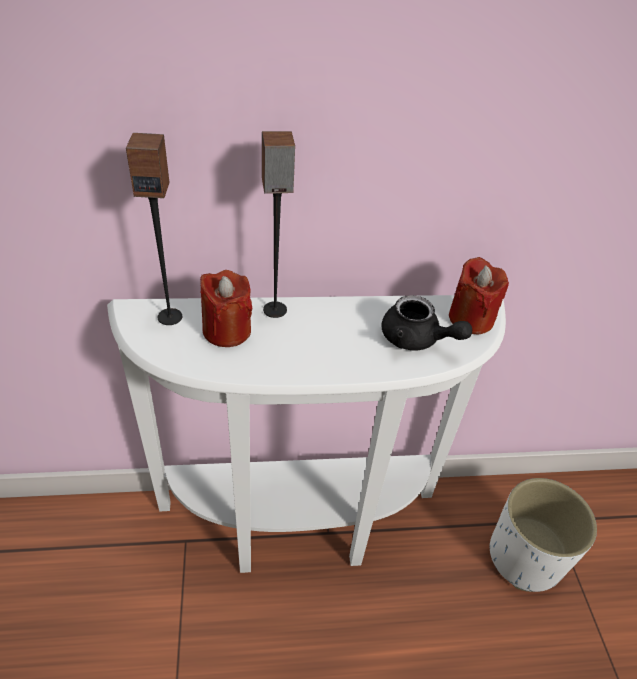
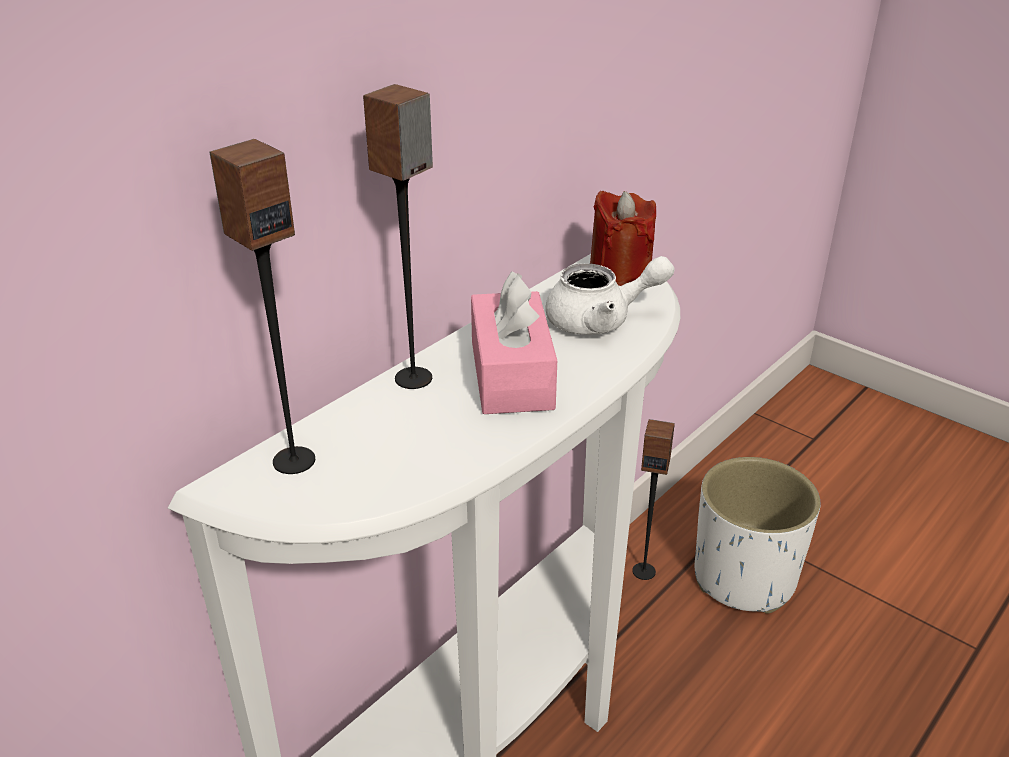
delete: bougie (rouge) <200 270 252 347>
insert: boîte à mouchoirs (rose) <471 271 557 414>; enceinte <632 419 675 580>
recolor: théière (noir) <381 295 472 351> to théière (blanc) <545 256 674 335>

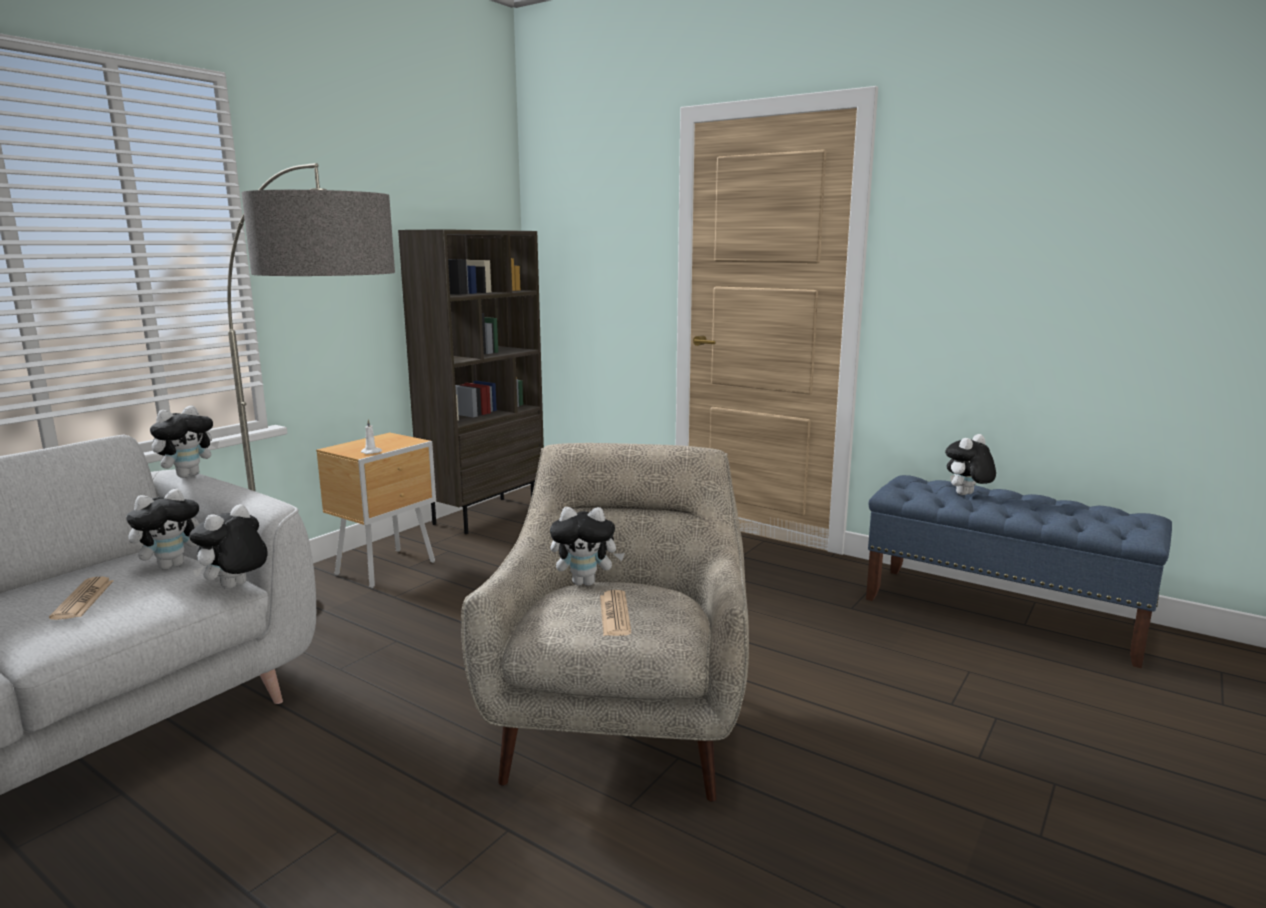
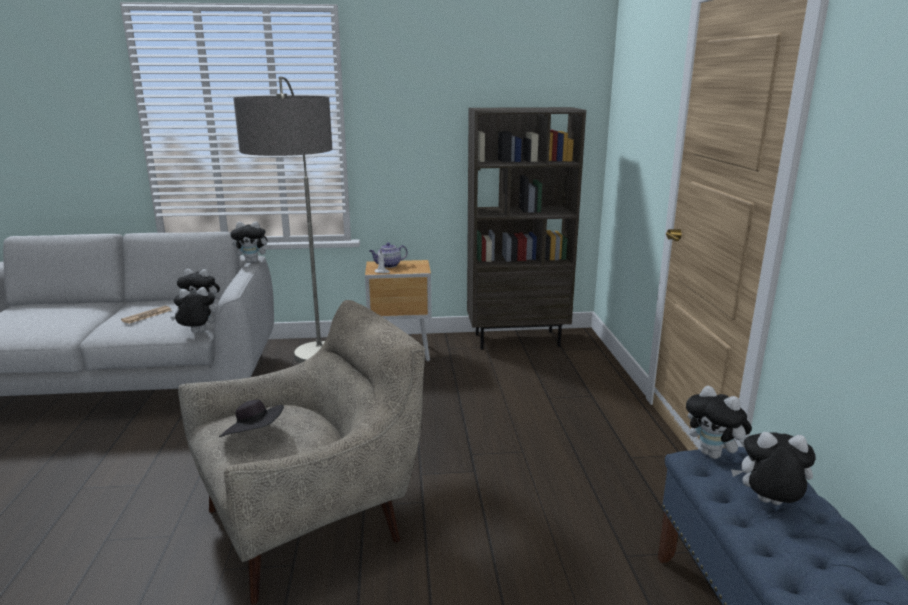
insert: théière <370 242 408 268>
move: peluche <550 507 625 586> to <686 386 752 459>
replace: journal <600 590 632 636> to chapeau (noir) <219 399 284 437>

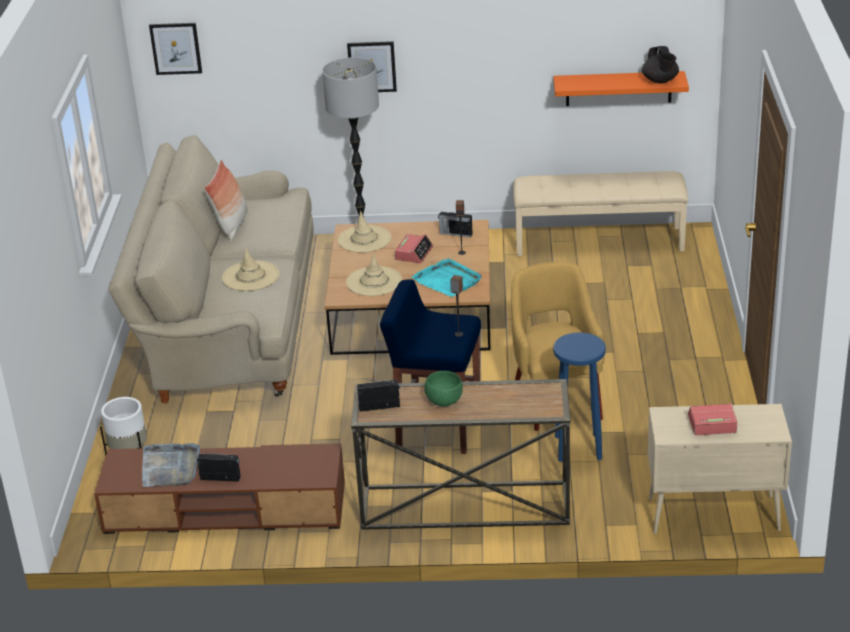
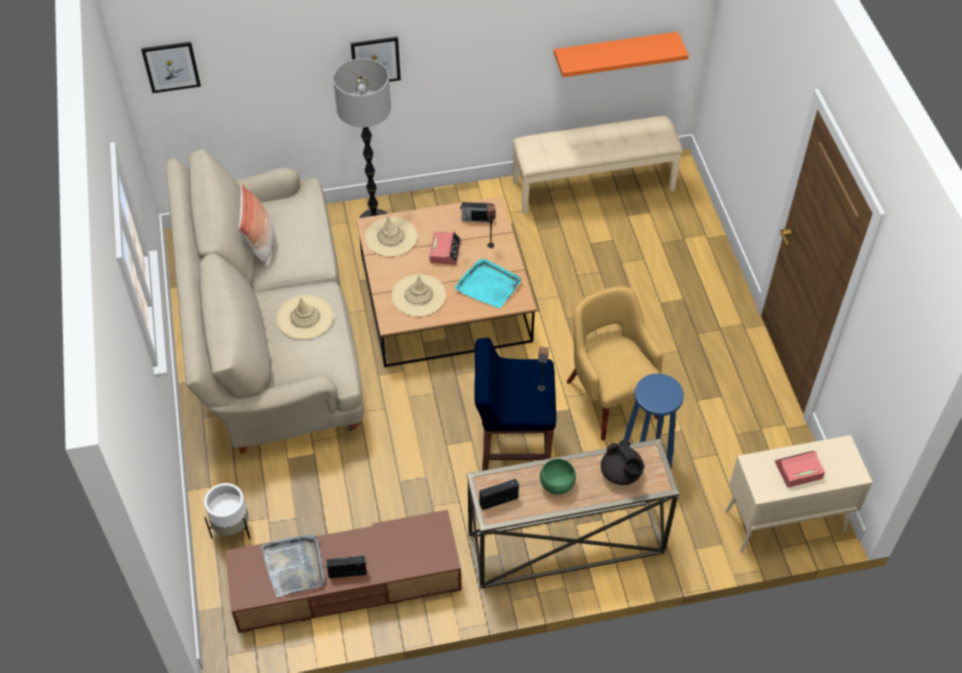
move: théière (noir) <642 46 679 83> to <601 440 645 485>

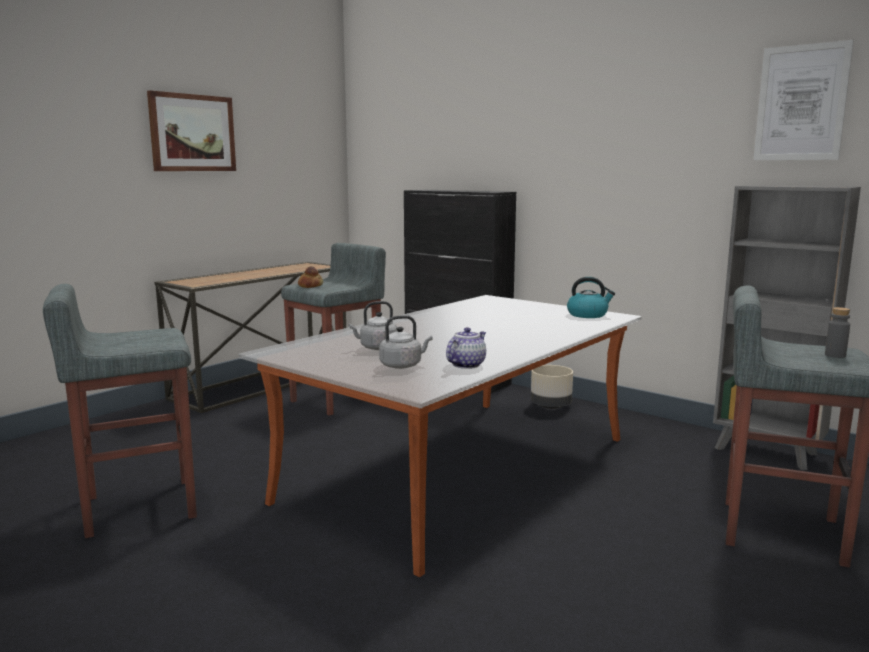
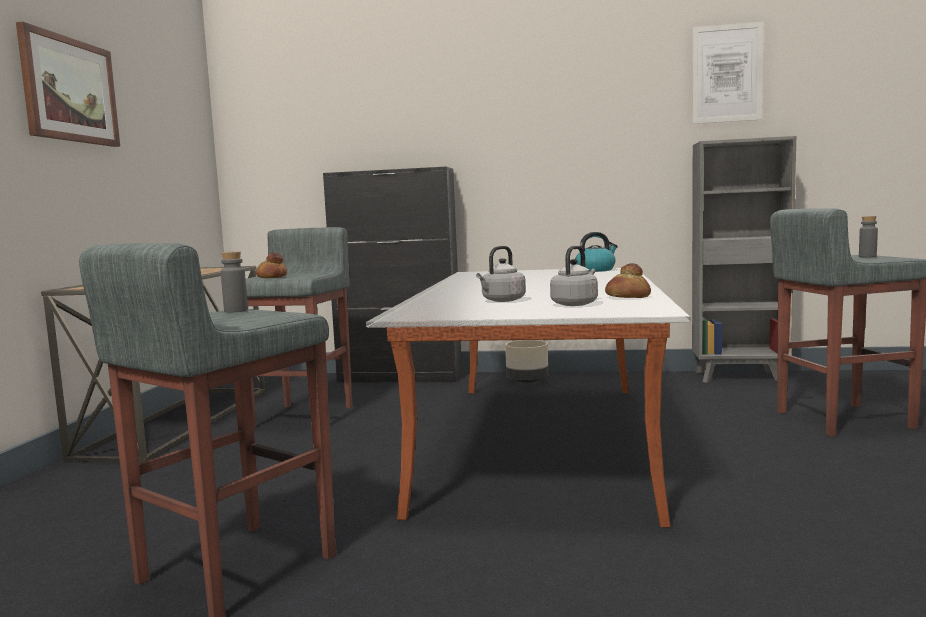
insert: bouteille (gris) <221 251 248 312>
replace: théière <446 327 486 369> to pain <605 263 651 298>

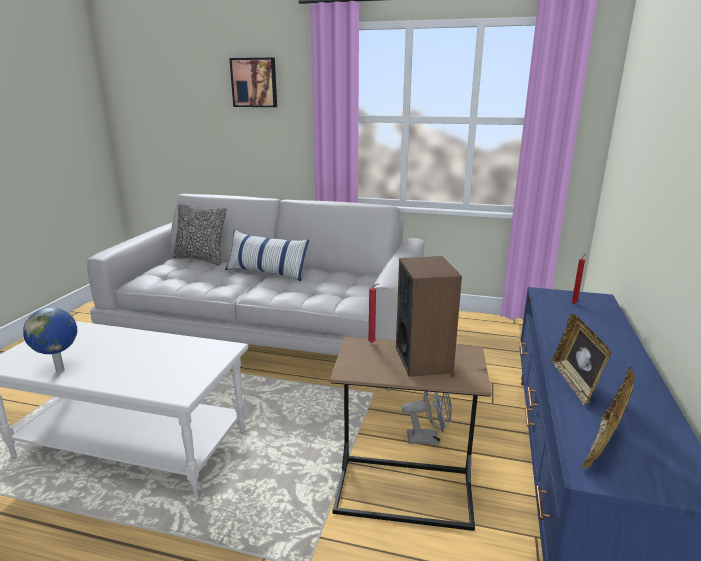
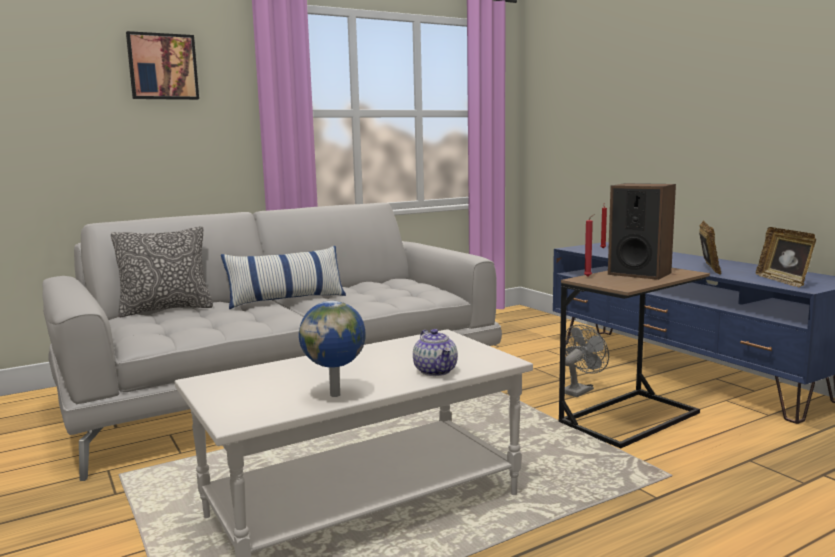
insert: théière <413 329 458 376>
rotate: cadre photo <552 313 611 405> = <699 220 721 274> 120 degrees counterclockwise

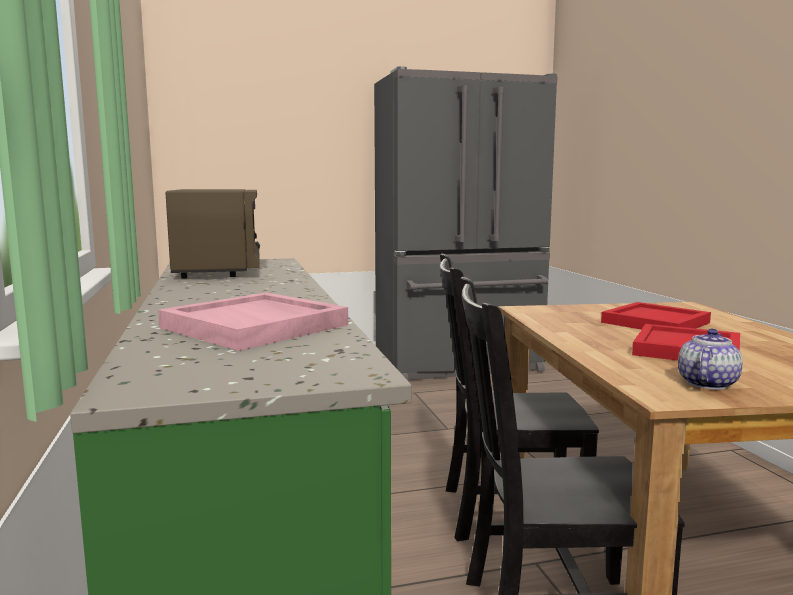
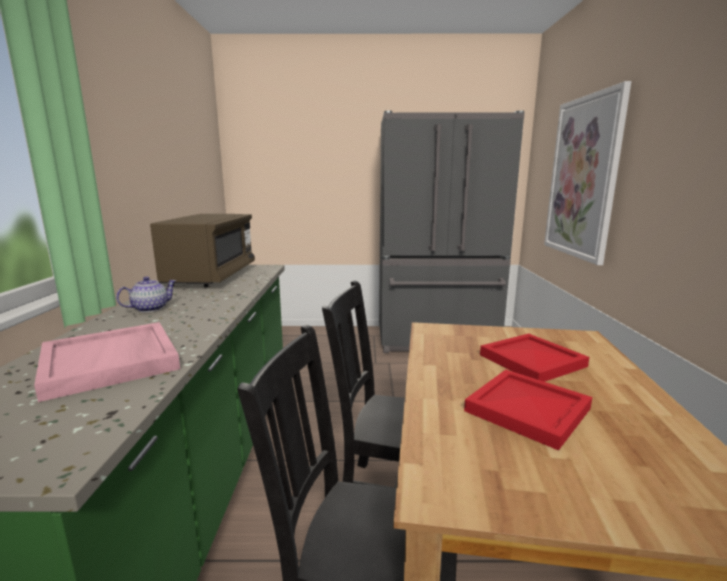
insert: tableau <544 81 632 265>
move: théière <678 329 743 390> to <116 276 177 312>

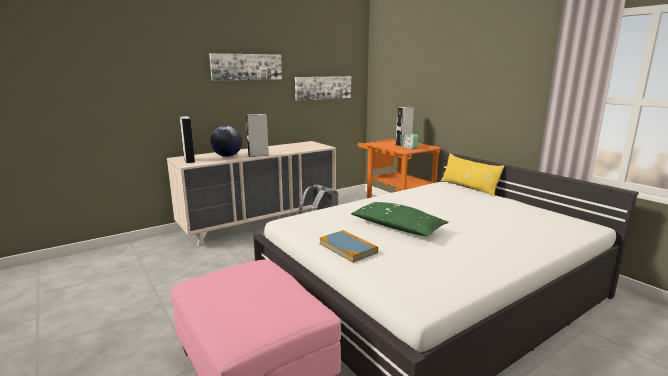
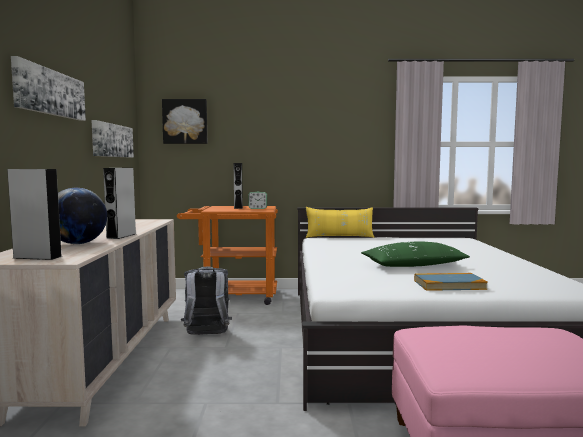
insert: tableau <162 99 207 144>

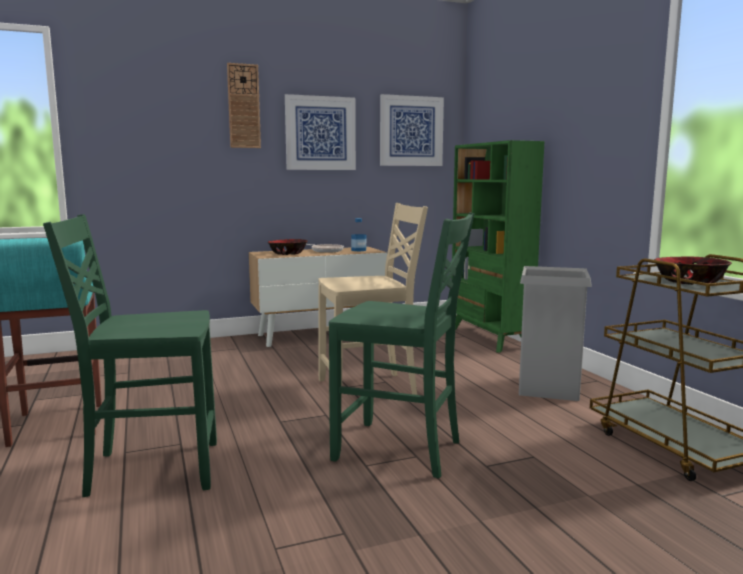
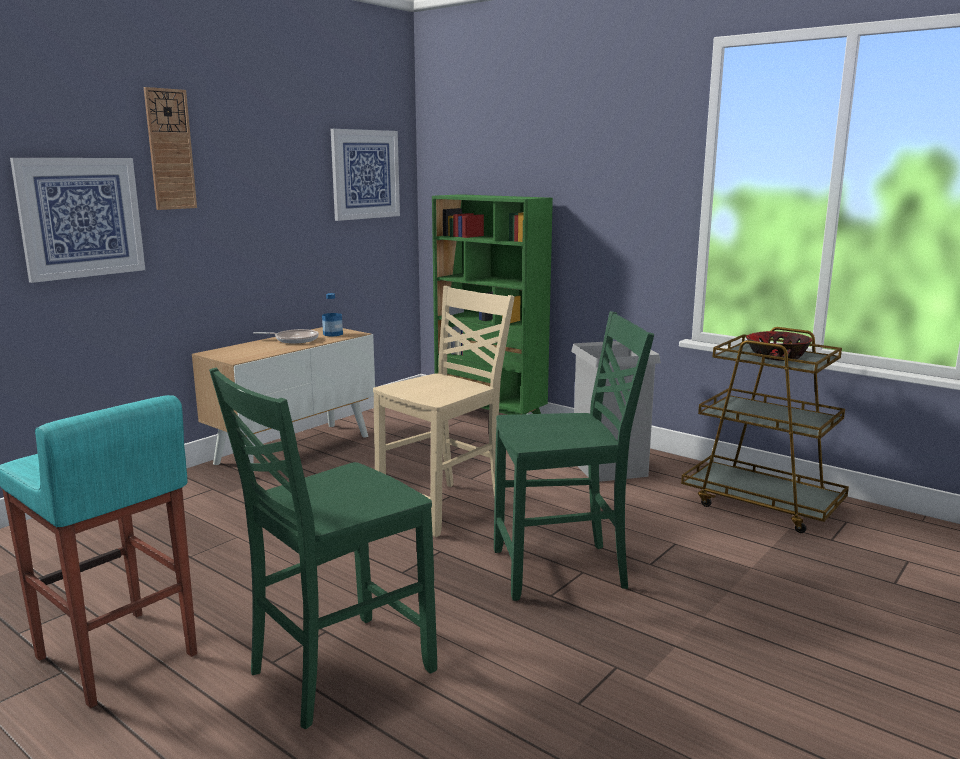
delete: bol <267 239 308 255>
move: tableau <285 94 356 170> to <10 158 145 283>

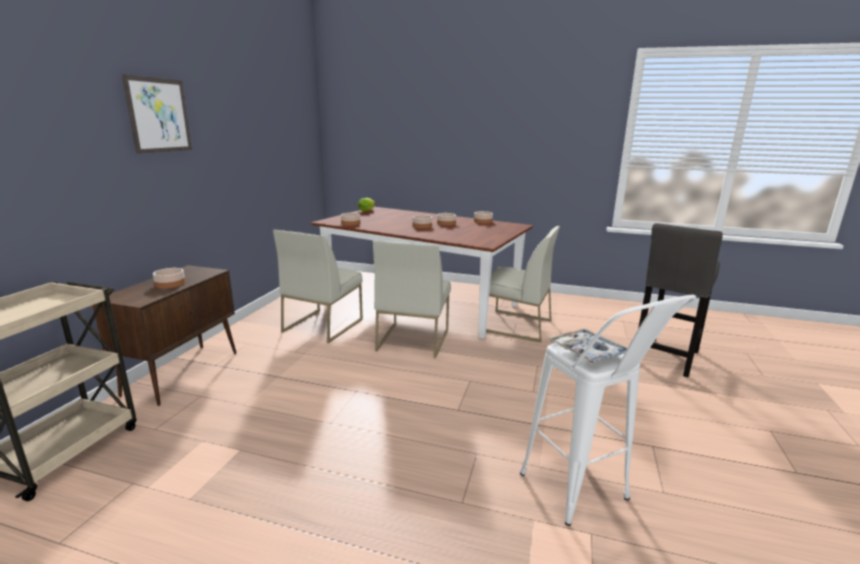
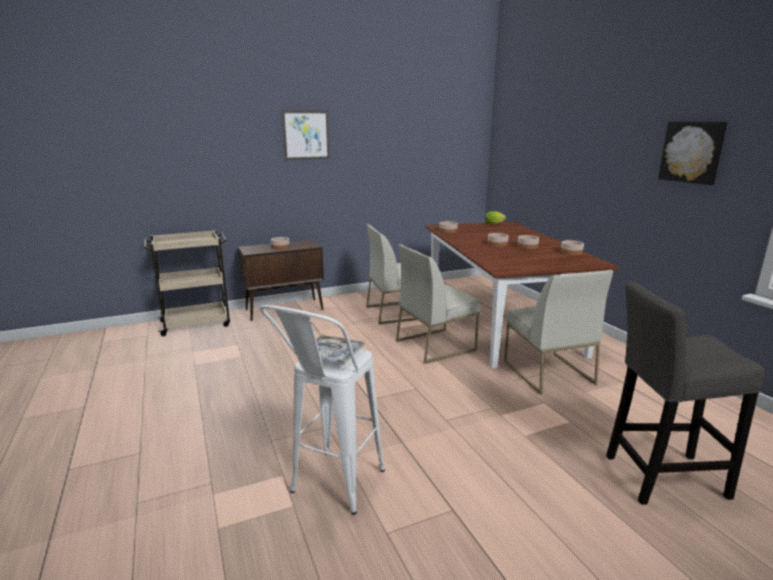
insert: tableau <658 122 727 185>

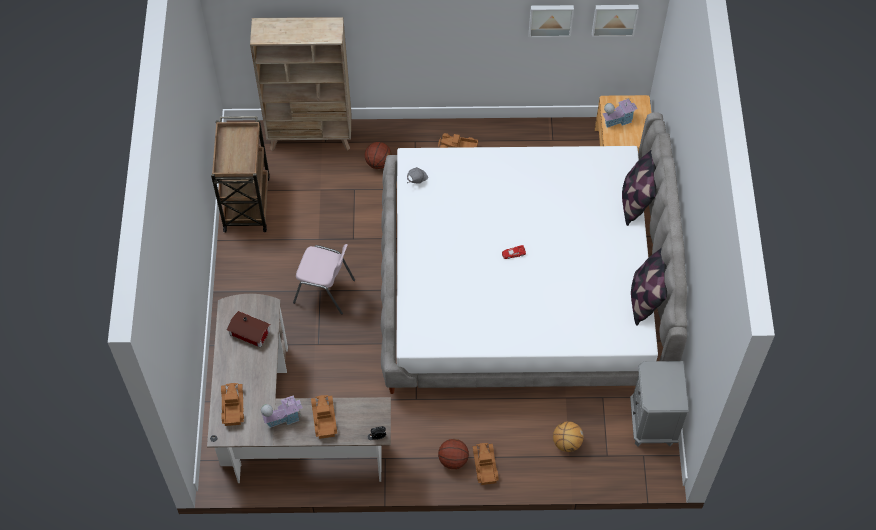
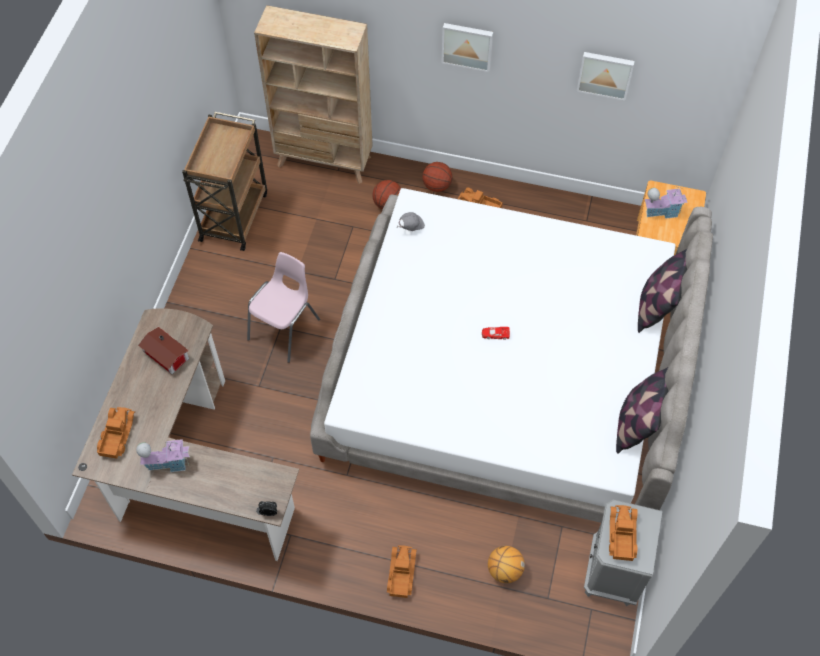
move: tableau <592 5 639 37> to <441 23 493 72>; camion jouet <311 395 337 439> to <609 505 638 561>; ballon de basket <438 439 469 469> to <422 162 452 192>
rotate: chaise (rose) <293 244 355 315> = <247 252 320 363> 90 degrees counterclockwise

